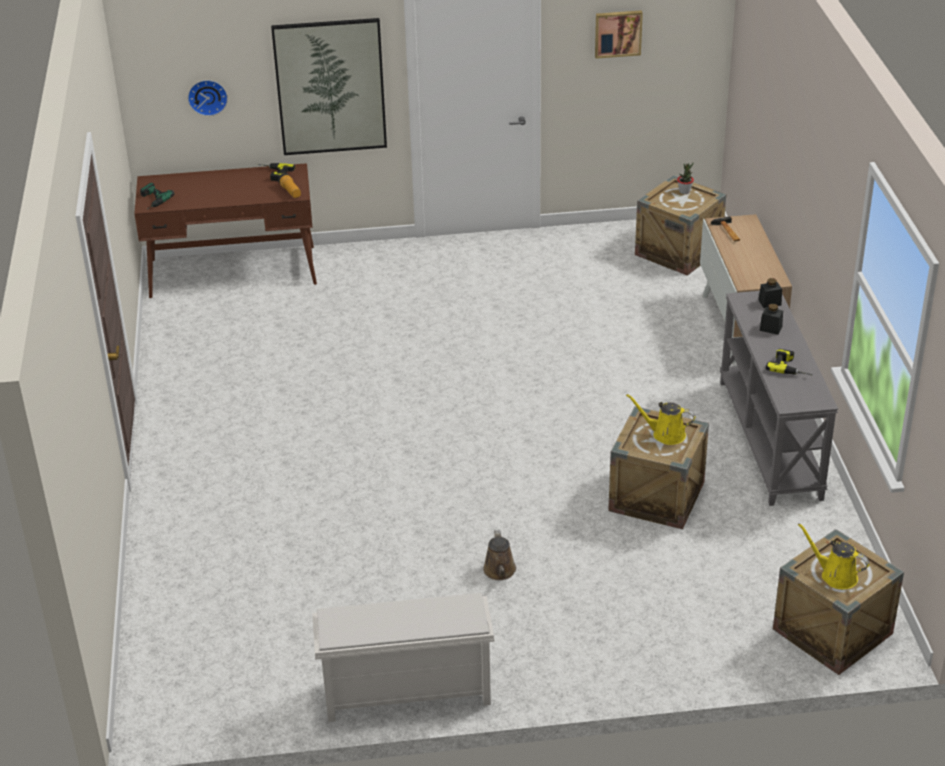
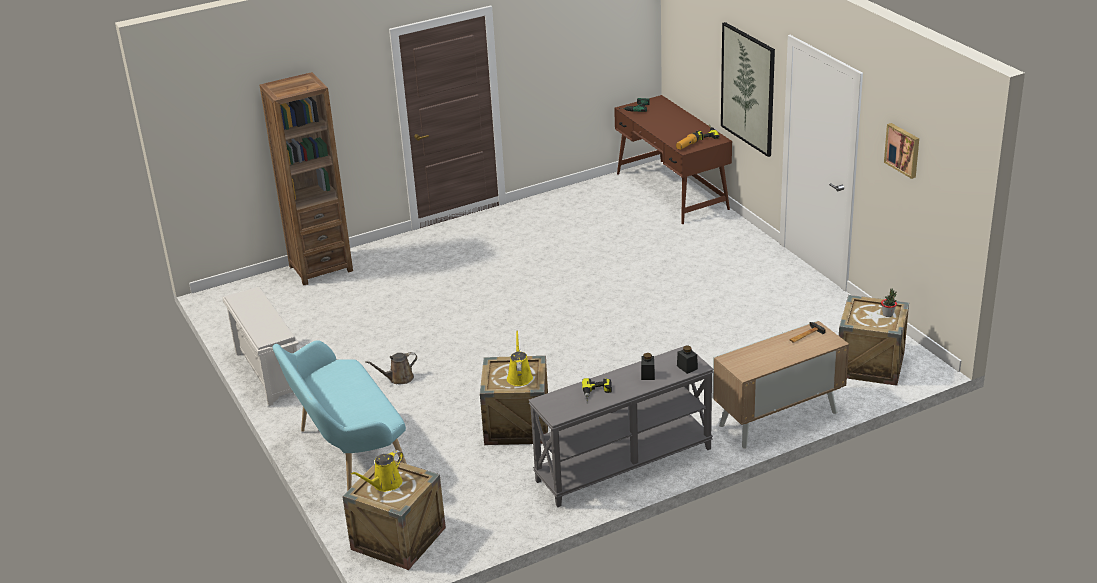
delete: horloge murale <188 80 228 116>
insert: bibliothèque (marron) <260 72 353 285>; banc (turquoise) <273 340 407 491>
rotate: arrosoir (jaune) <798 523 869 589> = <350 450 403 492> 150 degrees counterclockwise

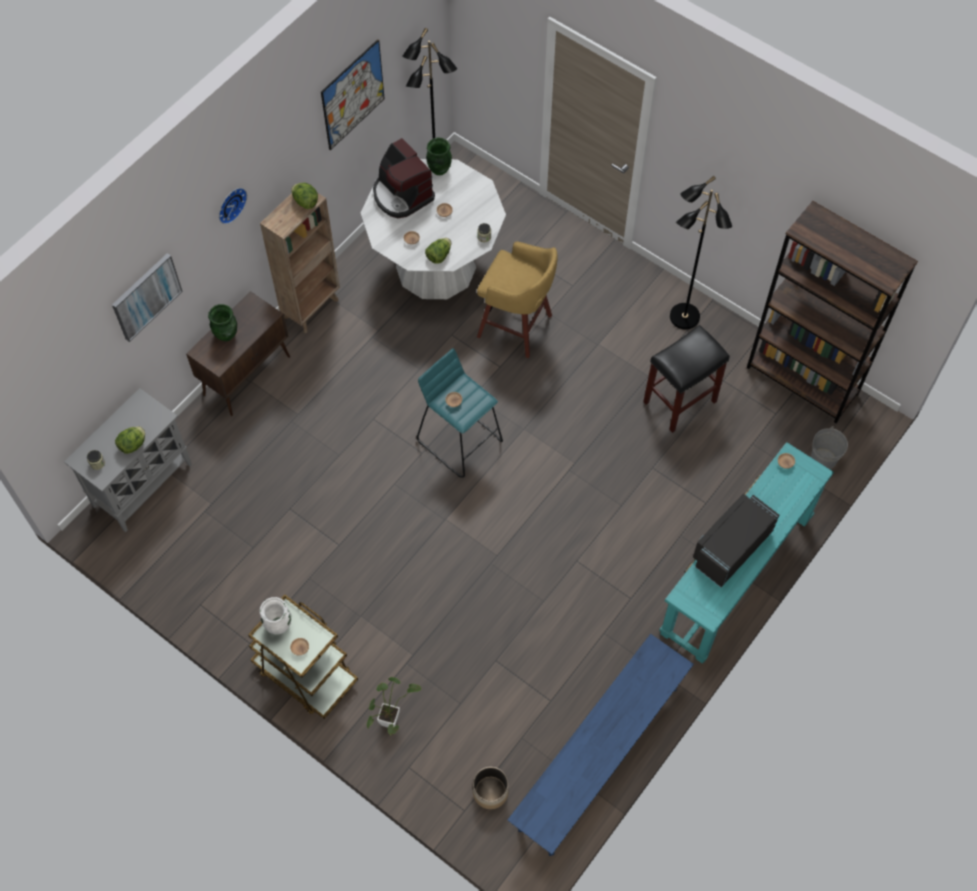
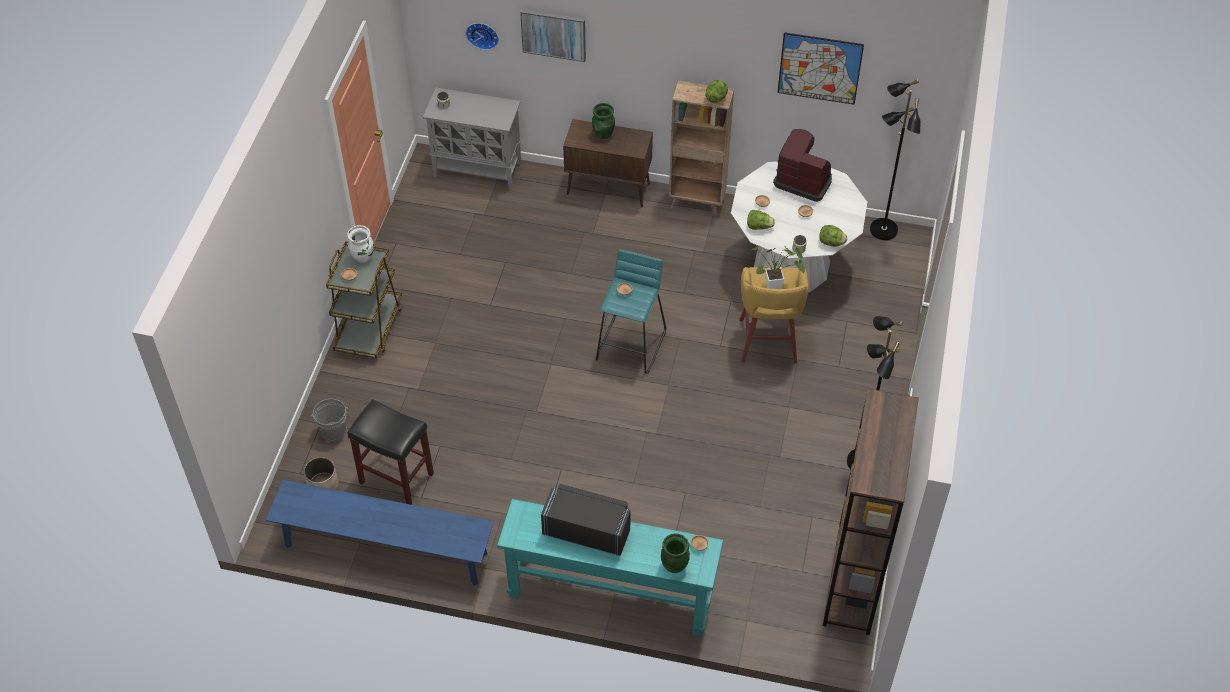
move: vase (vert) <426 138 452 175> to <661 533 690 573>; horloge murale <219 188 247 224> to <466 23 499 50>; tabouret (noir) <643 325 730 433> to <348 399 434 505>; laitue <115 426 145 454> to <819 225 847 247>; seau (gris) <811 426 848 470> to <311 399 348 442>; plante en pot <367 677 422 735> to <752 246 805 289>
rotate: machine à café <373 138 435 218> = <773 129 832 202> 90 degrees clockwise

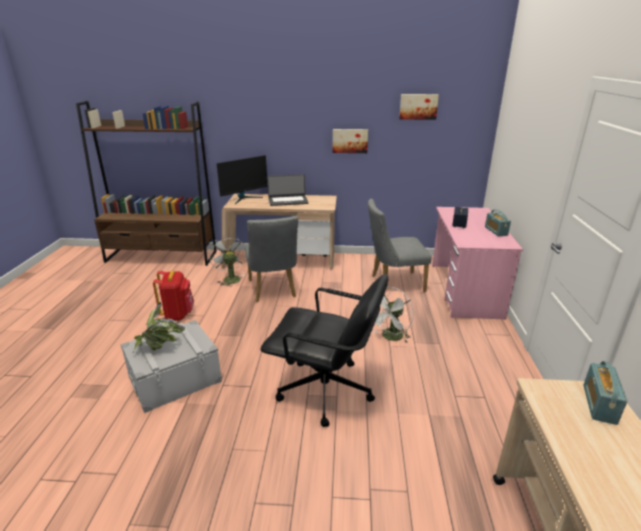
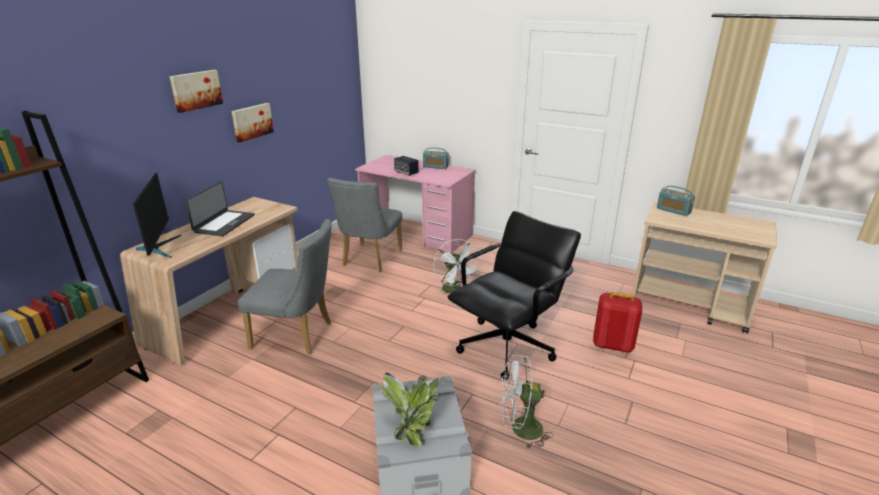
move: tableau <399 94 439 120> to <169 70 223 113>; ventilateur (blanc) <209 235 246 287> to <500 355 553 450>; sac à dos (rouge) <153 270 194 321> to <593 292 642 353>

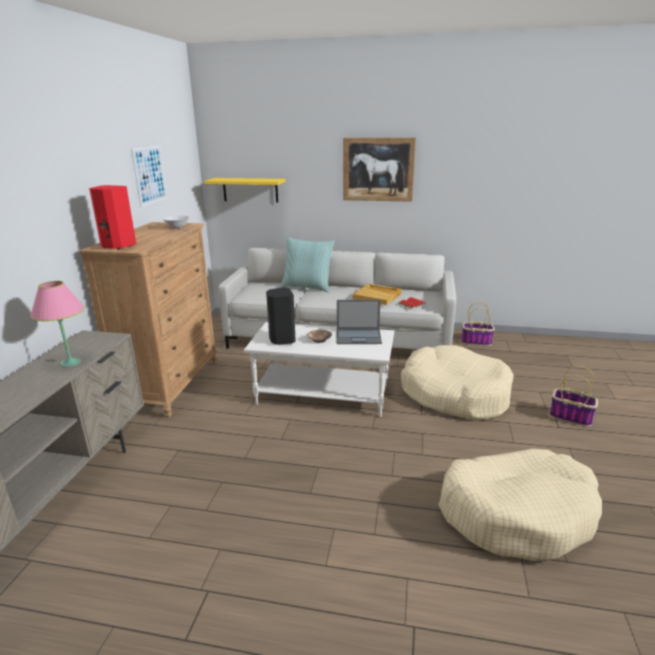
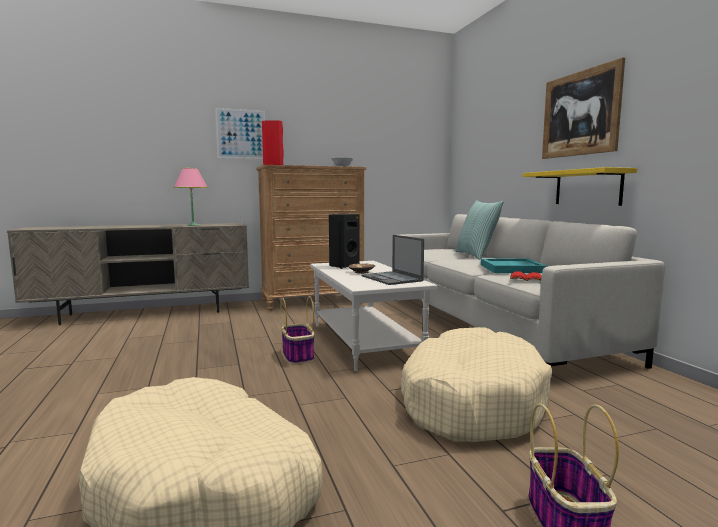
move: tableau <131 145 168 207> to <215 108 265 159>; étagère (jaune) <204 178 286 202> to <522 167 637 206>; panier <461 302 495 346> to <280 296 315 365>
recolor: plateau (beige) <352 284 402 305> to plateau (turquoise) <481 258 548 273>

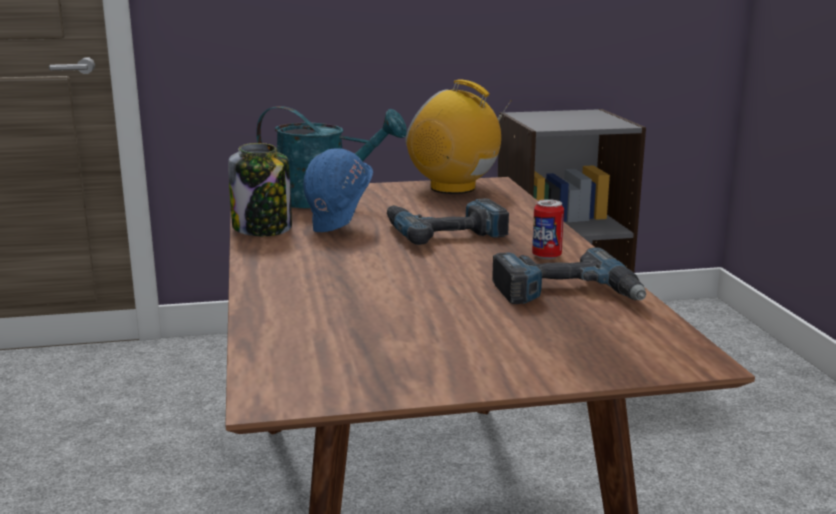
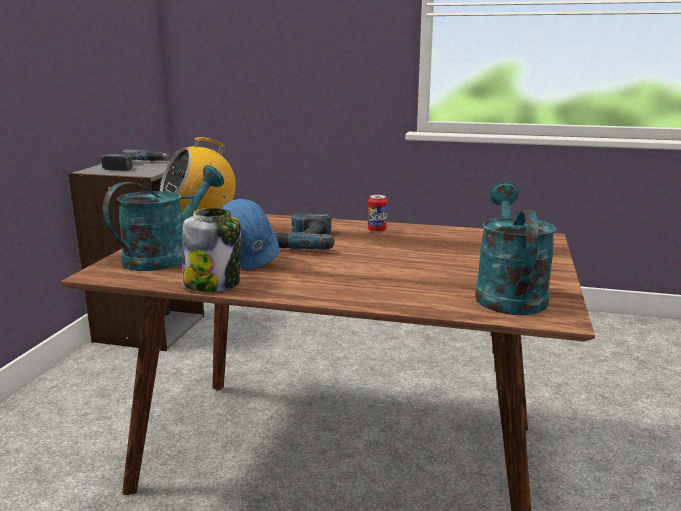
insert: arrosoir (turquoise) <475 182 557 315>
move: perceuse <492 247 646 304> to <101 150 169 171>

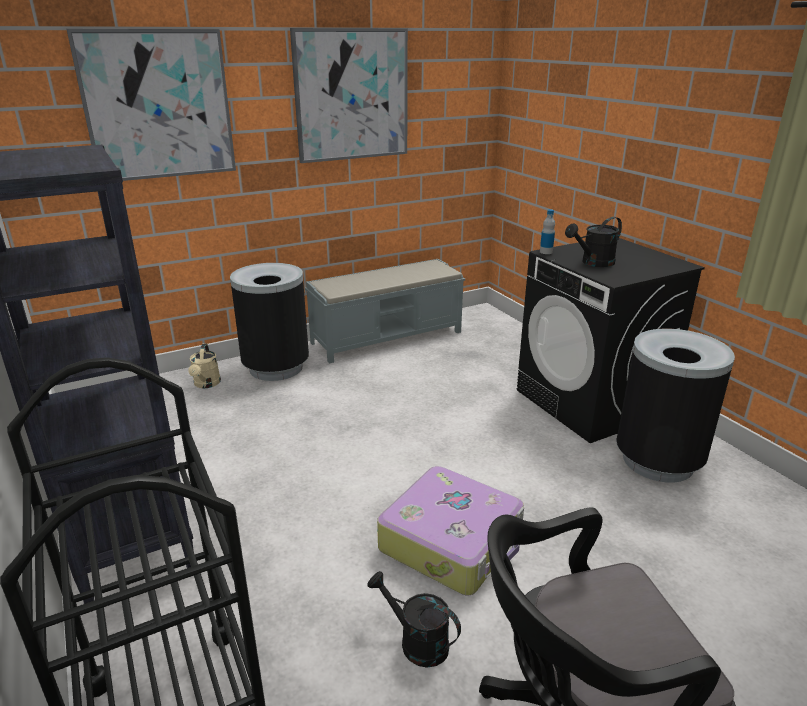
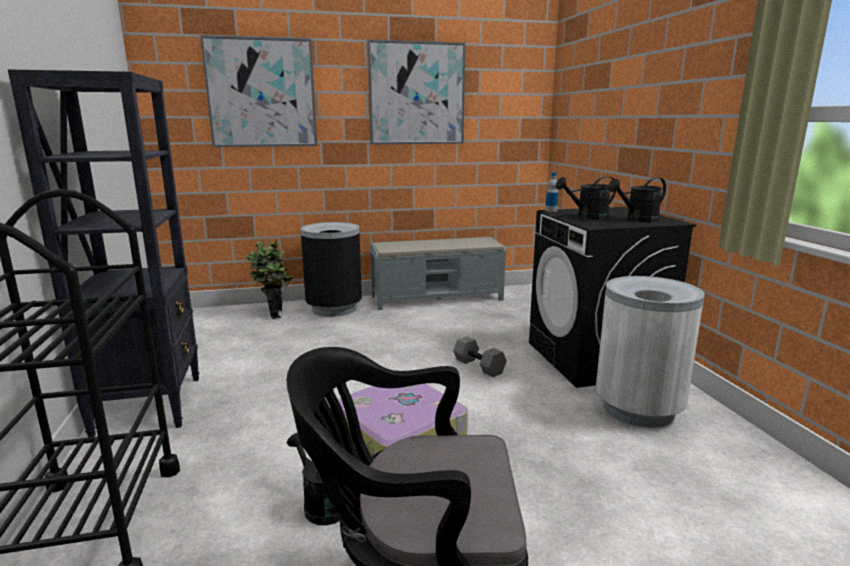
insert: arrosoir (noir) <608 178 666 222>; haltère (gris) <453 336 507 377>
replace: arrosoir (beige) <188 343 221 388> to plante en pot <246 240 293 319>
recolor: poubelle (noir) <616 329 735 483> to poubelle (blanc) <596 276 705 428>

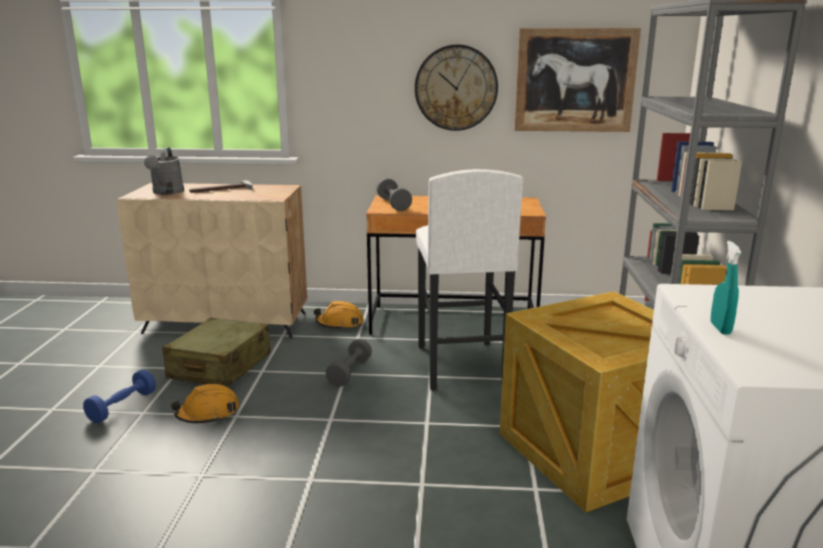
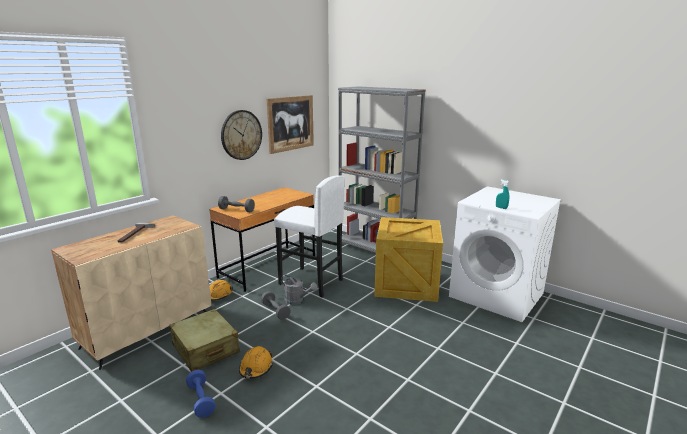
move: arrosoir (gris) <144 148 184 195> to <281 275 317 305>

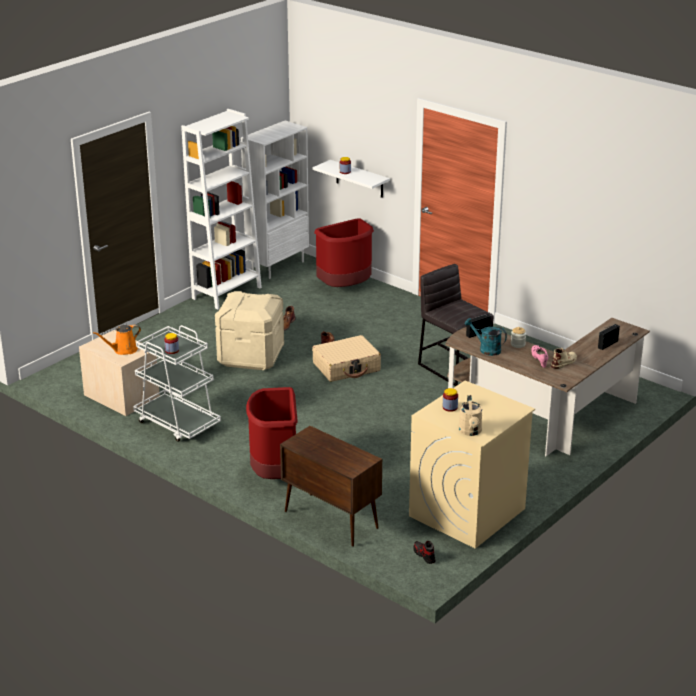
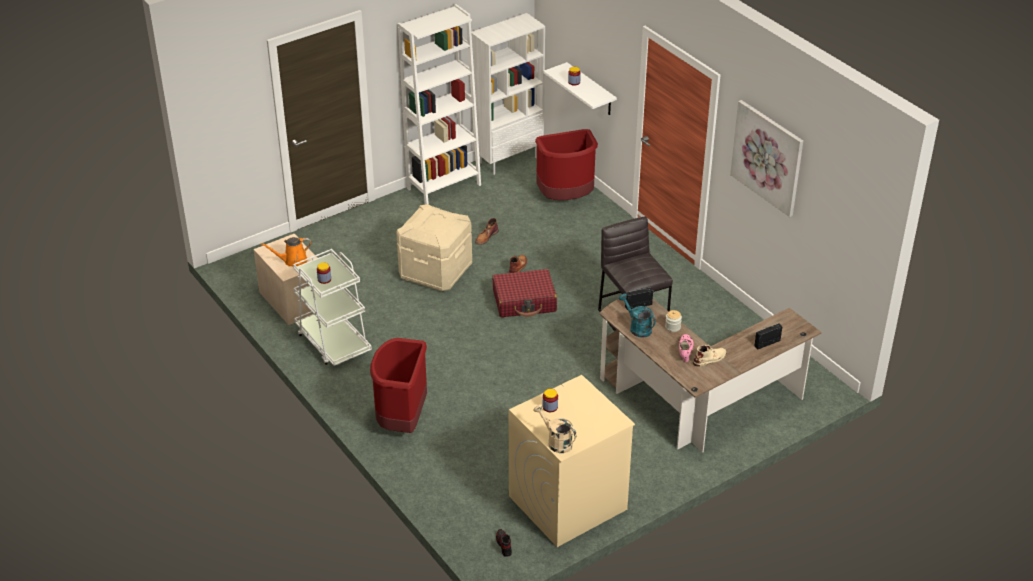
delete: meuble de rangement (marron) <280 426 382 547>
insert: tableau <730 100 803 217>
recolor: valise (beige) <312 335 381 382> to valise (rouge) <492 269 557 317>
rotate: arrosoir (beige) <459 395 483 436> = <534 404 577 453> 120 degrees clockwise

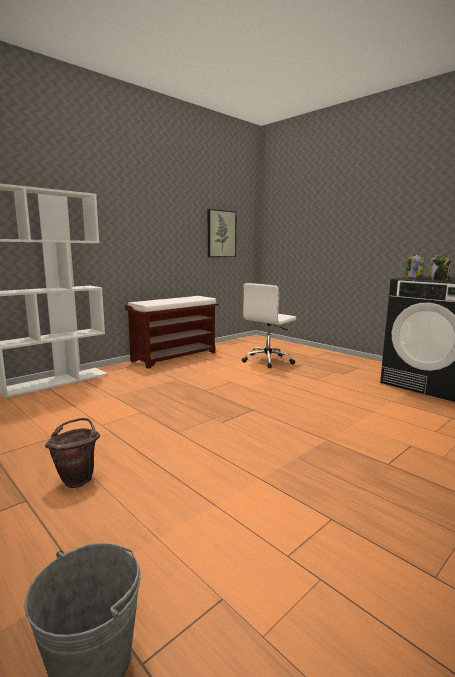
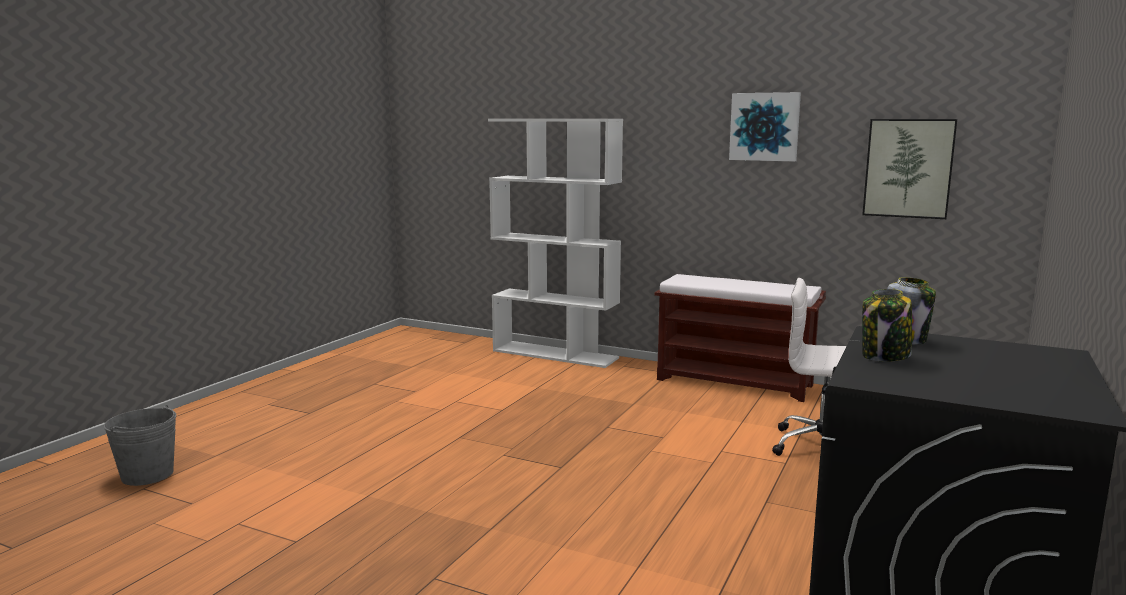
delete: seau (marron) <45 418 100 488>
insert: tableau <729 92 801 162>

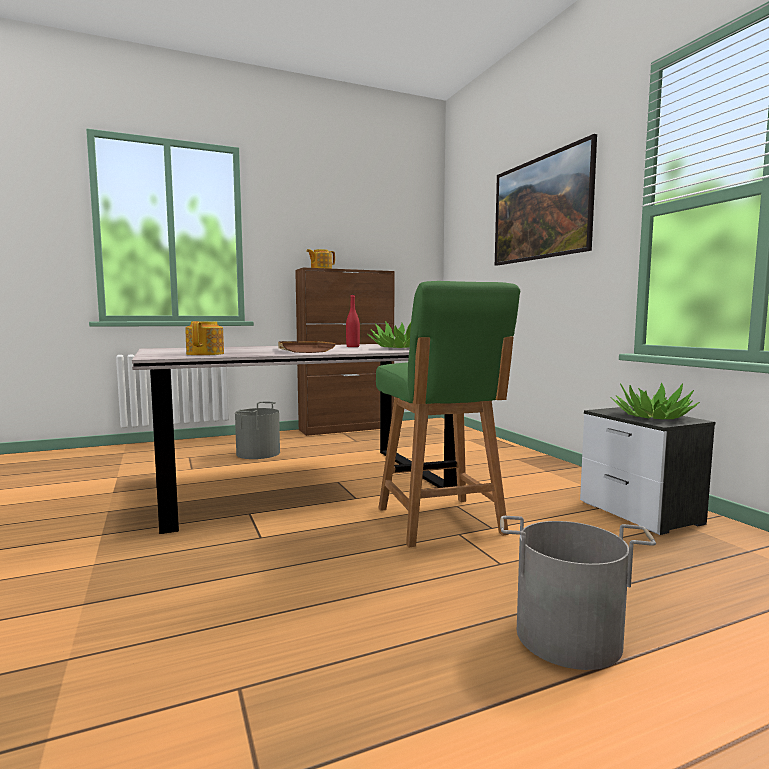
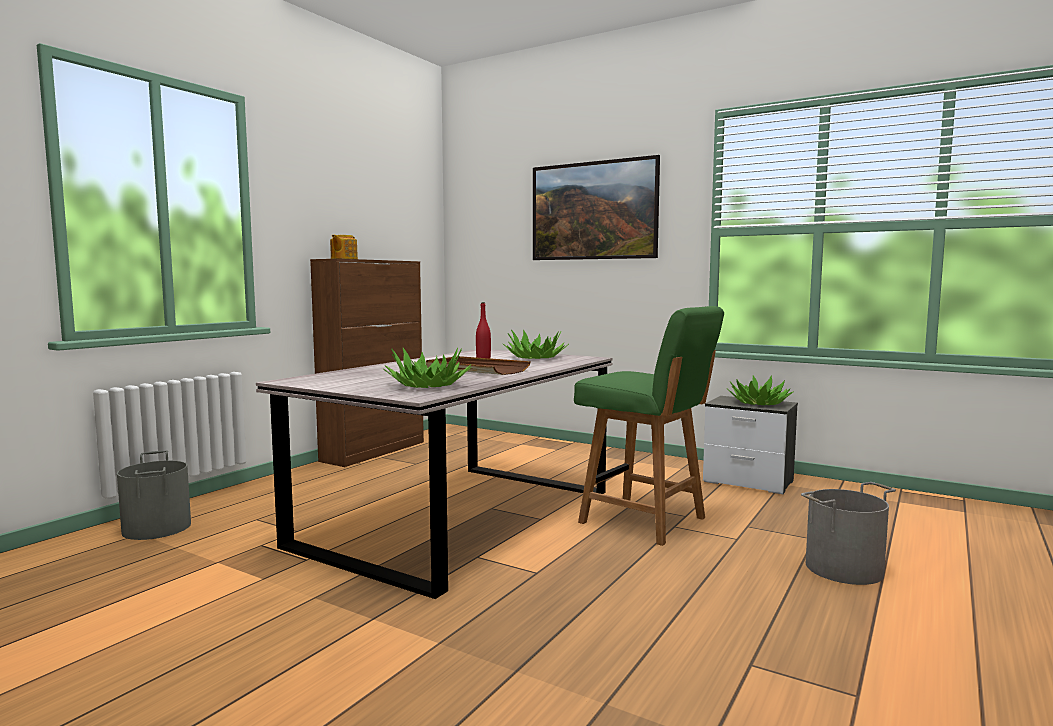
move: seau (gris) <235 402 280 459> to <117 450 191 540>
replace: théière <185 321 224 355> to plante en pot <383 348 472 388>

